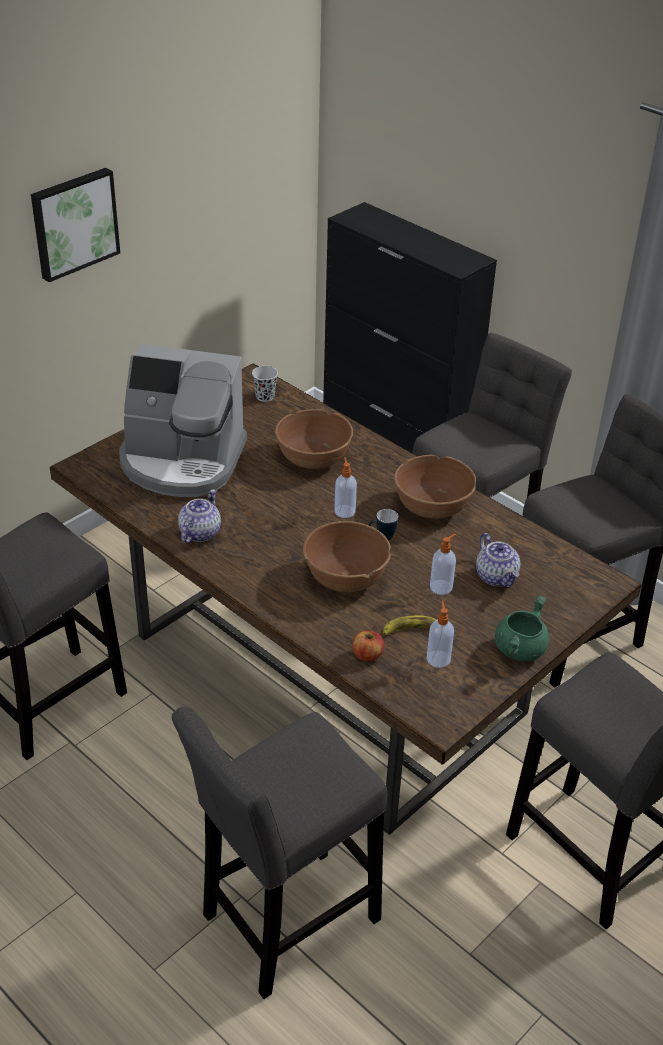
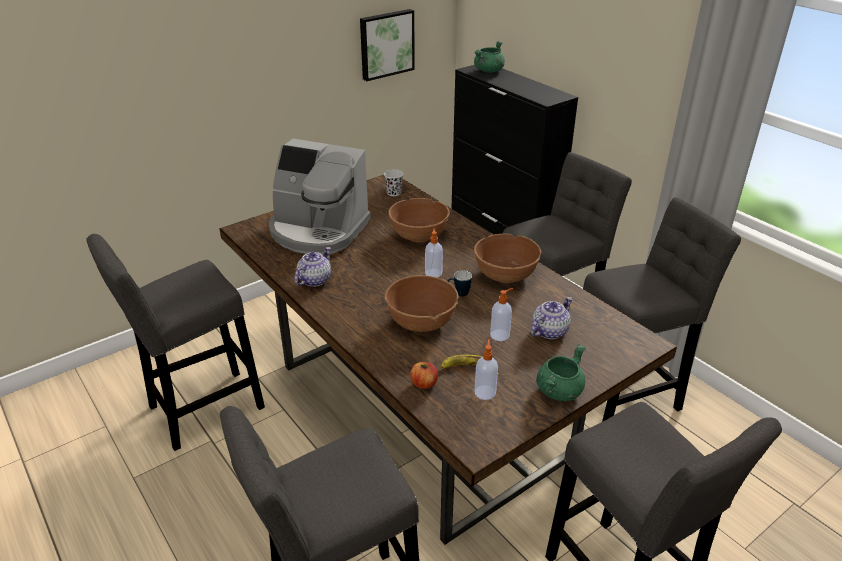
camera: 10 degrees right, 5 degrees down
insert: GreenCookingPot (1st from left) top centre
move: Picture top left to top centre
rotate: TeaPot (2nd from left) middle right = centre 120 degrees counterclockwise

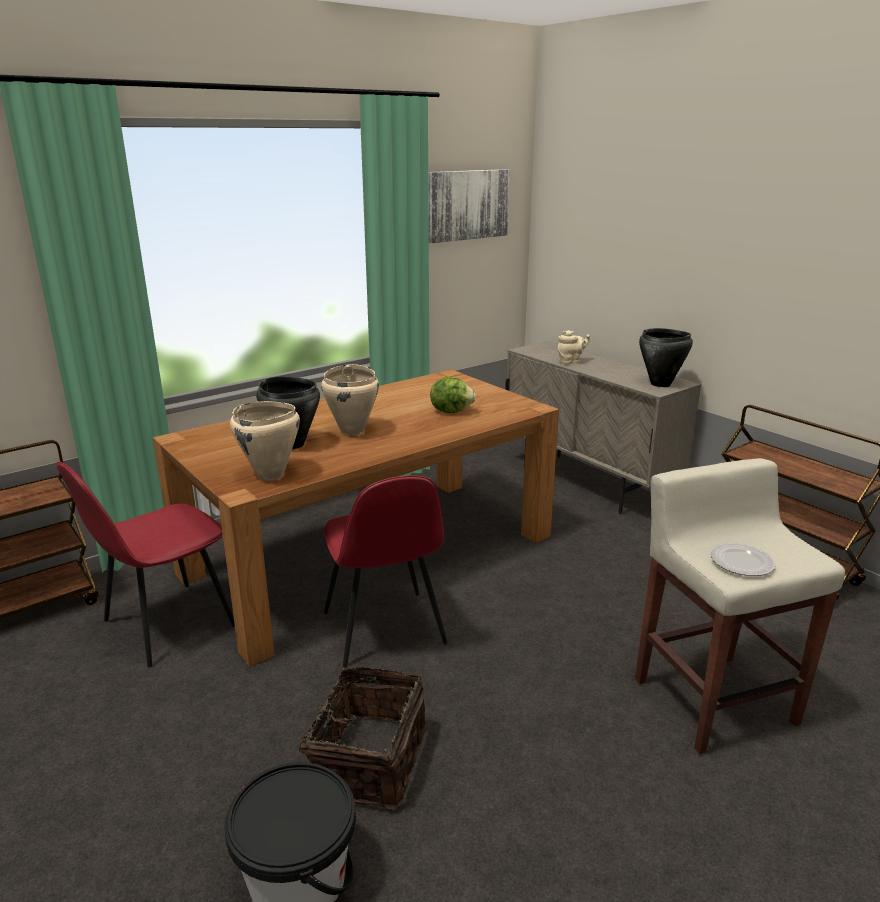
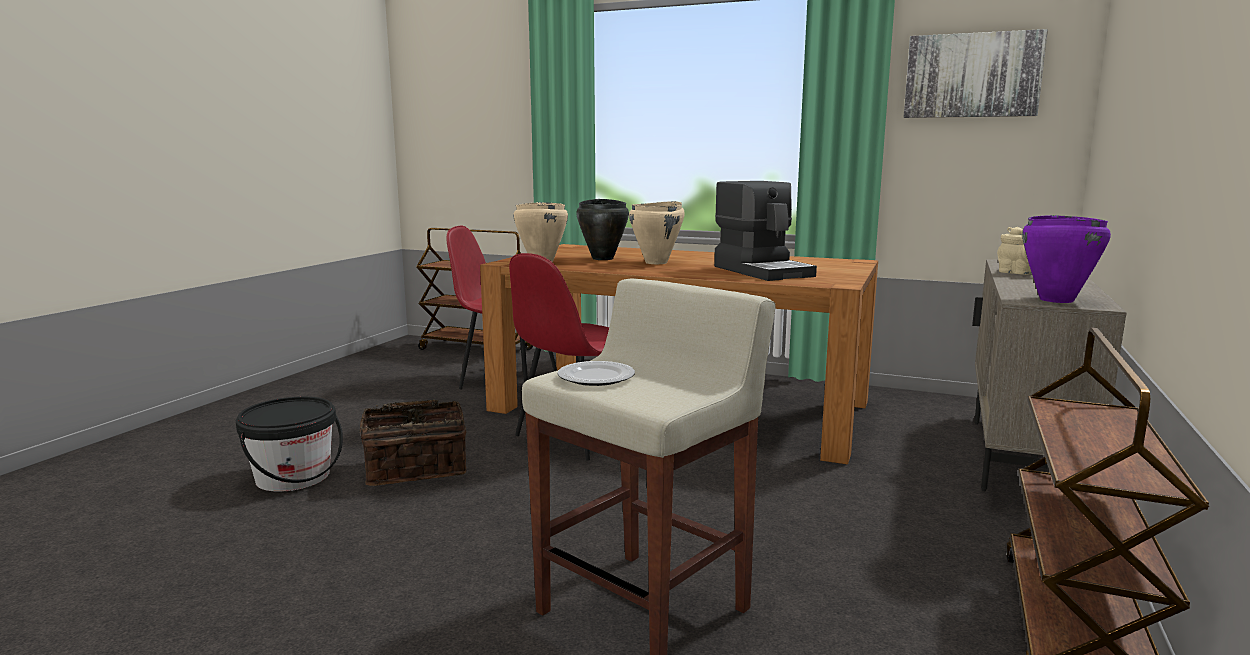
camera: 60 degrees right, 10 degrees down
replace: Lettuce centre to CoffeeMaker centre
recolor: BlackCookingPot (2nd from left) middle right to PurpleCookingPot middle right

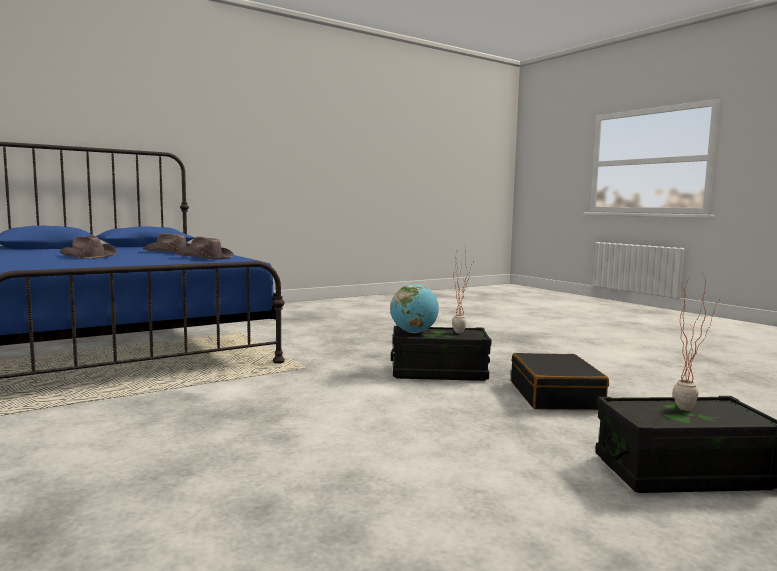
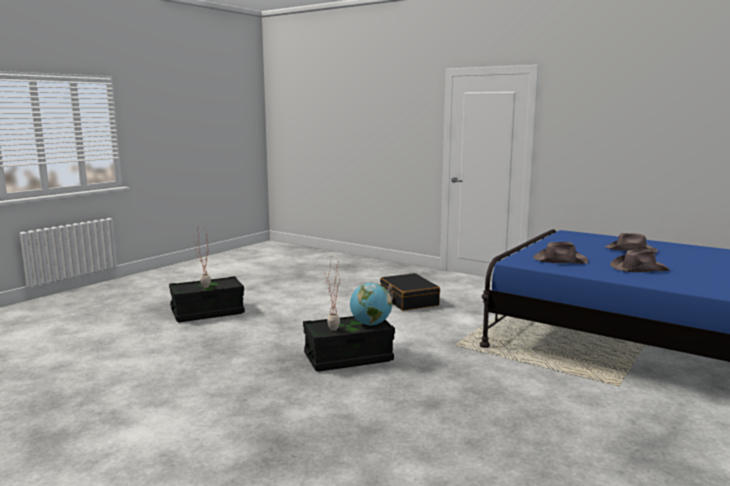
camera: 160 degrees right, 5 degrees up
move: BlackPieceOfLuggage bottom right to centre

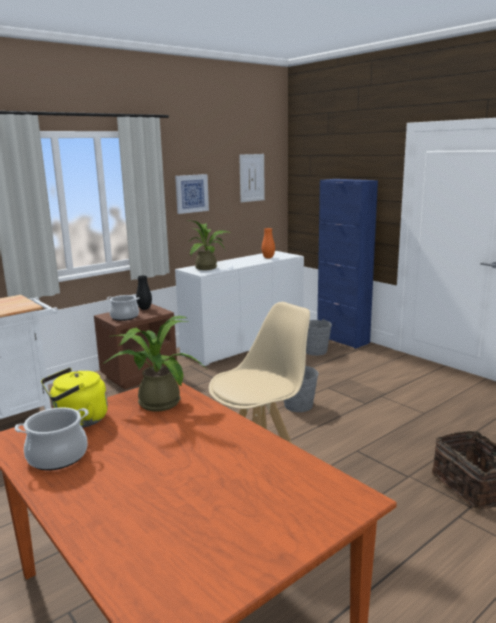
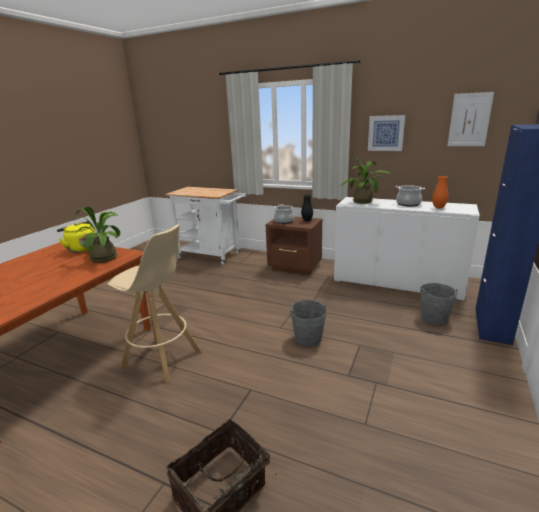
camera: 65 degrees right, 5 degrees up
move: CookingPot (1st from left in the first image) bottom left to CookingPot (2nd from left) middle right

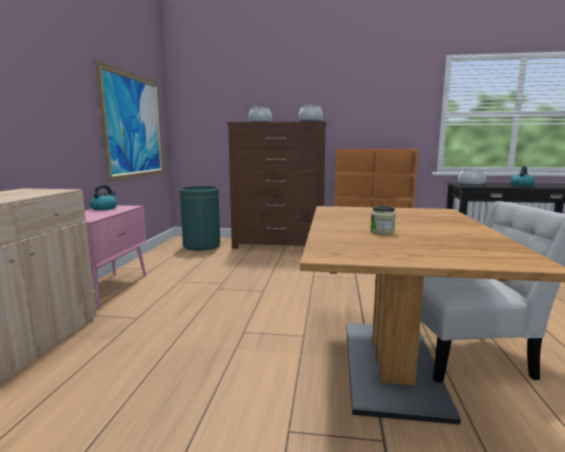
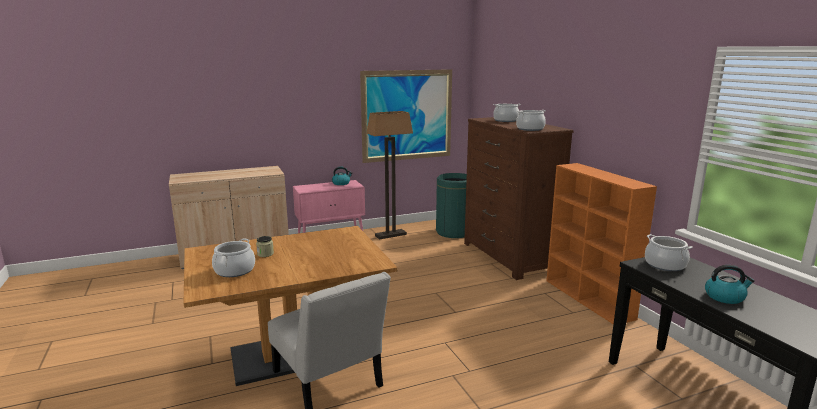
camera: 60 degrees right, 5 degrees up
insert: CookingPot (1st from left) middle left; FloorLamp centre

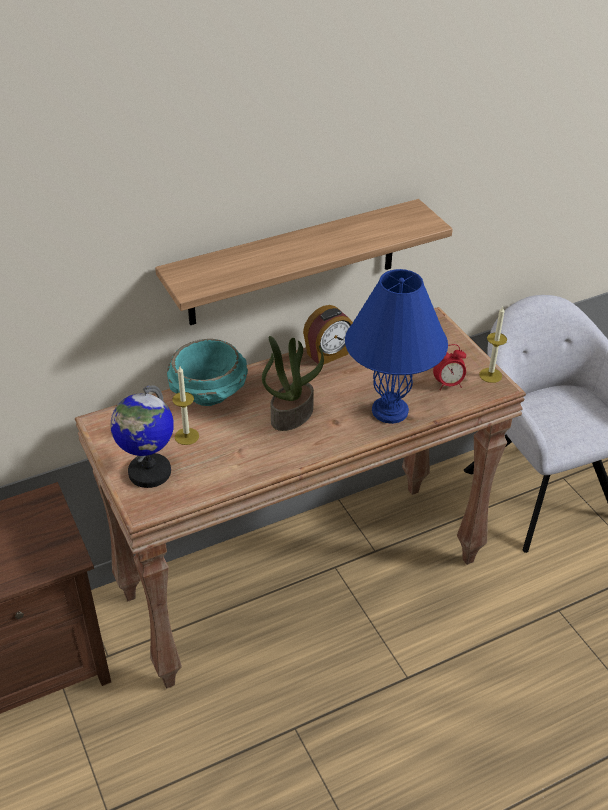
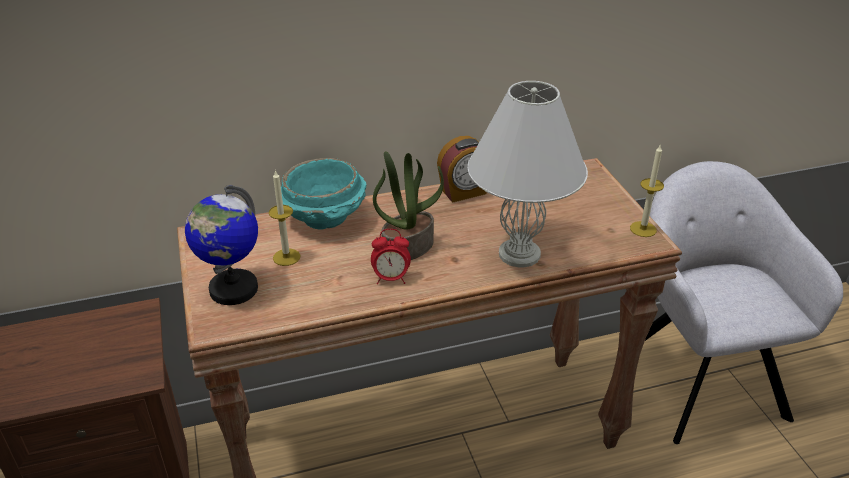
camera: 10 degrees right, 5 degrees down
delete: Shelf top centre
move: AlarmClock (2nd from left in the first image) middle right to AlarmClock (1st from left) centre
recolor: BlueColouredTabletopLamp centre to WhiteTabletopLamp centre

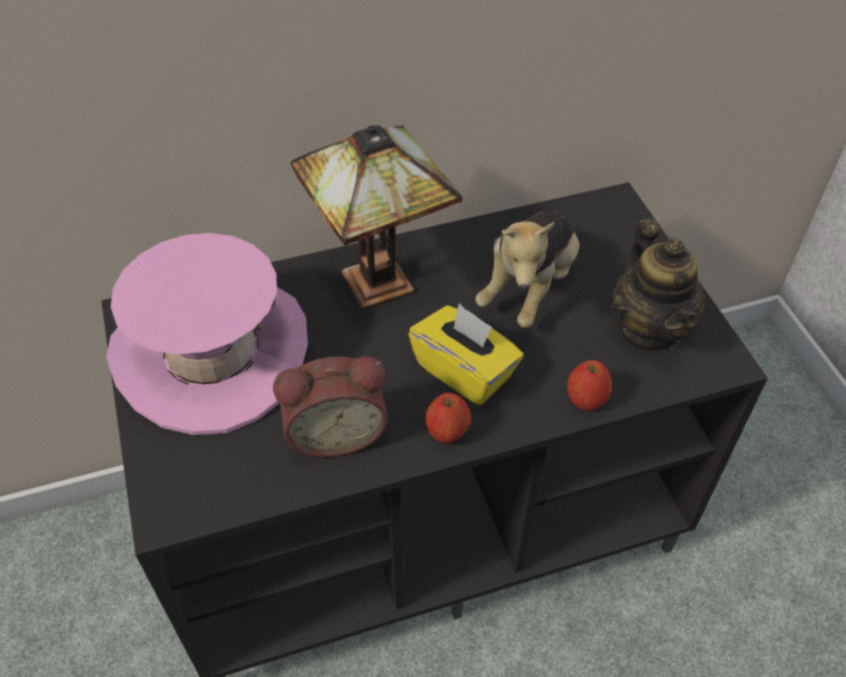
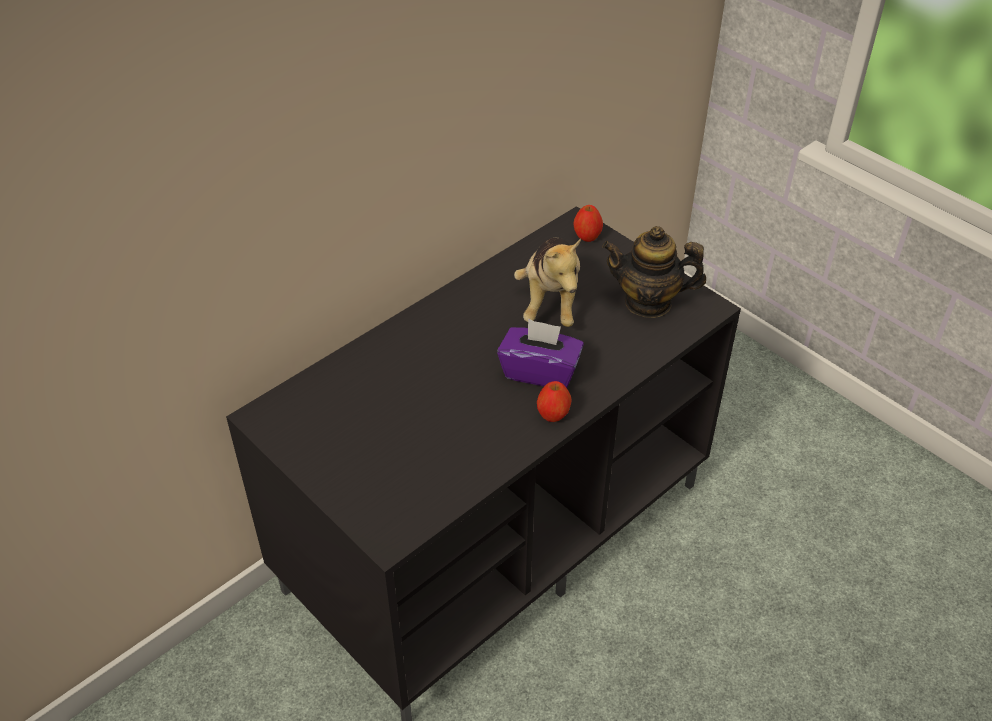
camera: 25 degrees left, 5 degrees down
delete: PinkColouredClothingHat middle left; AlarmClock centre; TabletopLamp top centre
move: AppleFruit (2nd from left) middle right to top centre
recolor: YellowBoxOfTissues centre to PurpleBoxOfTissues centre
rotate: TeaPot middle right = centre 135 degrees clockwise

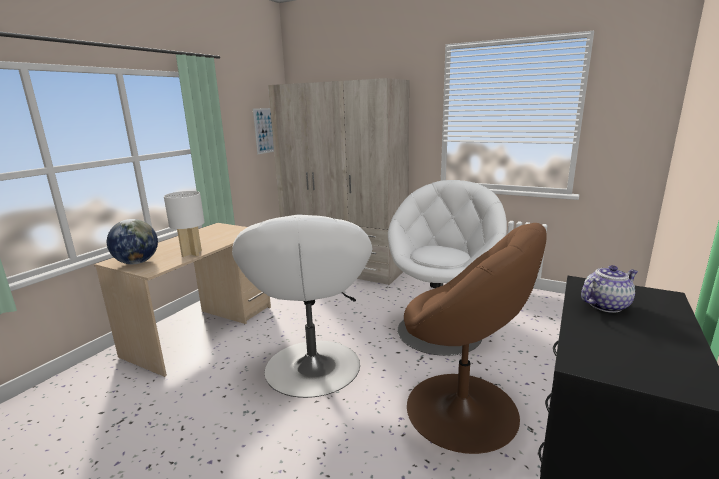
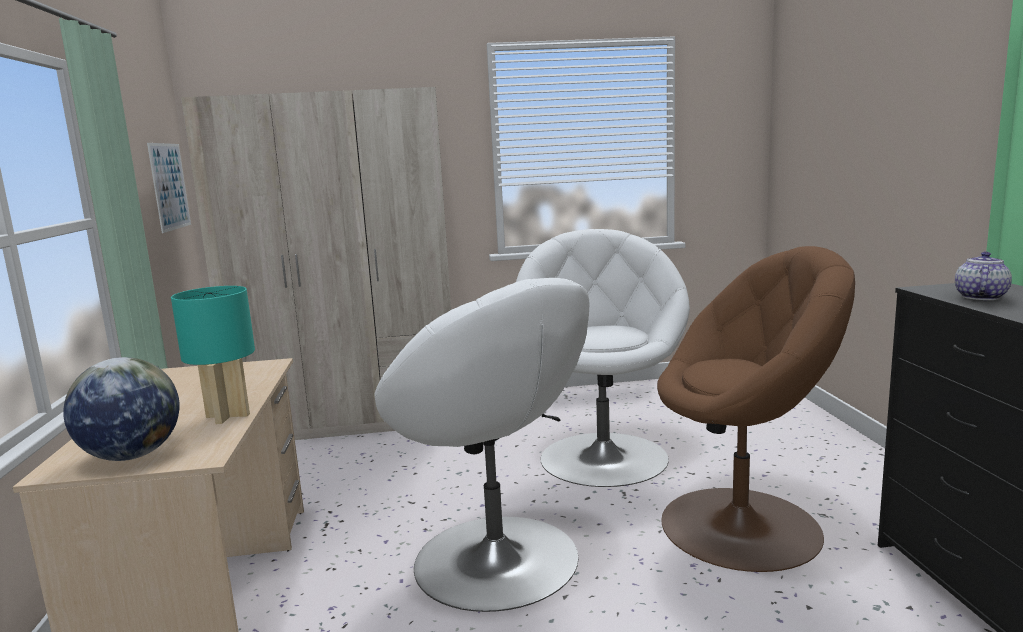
camera: 35 degrees left, 5 degrees down
recolor: WhiteTabletopLamp middle left to BlueGreenTabletopLamp middle left

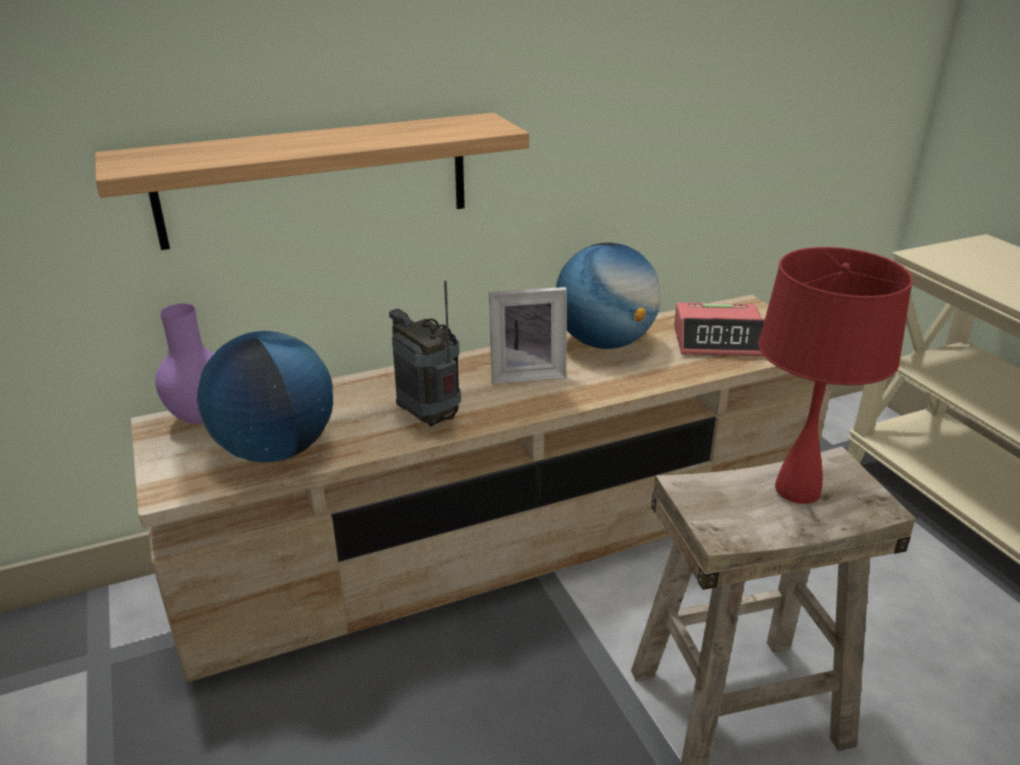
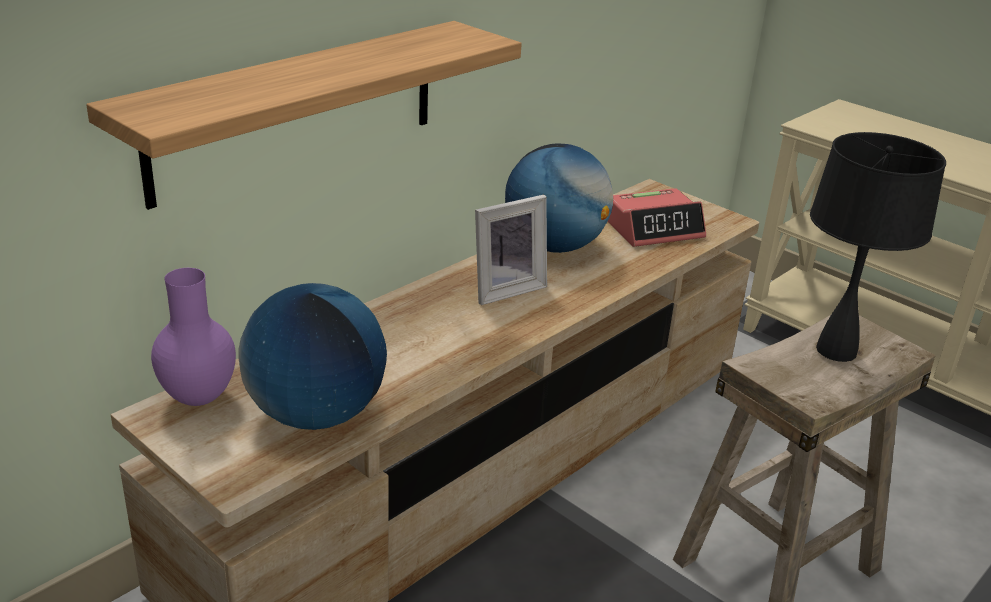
camera: 25 degrees left, 0 degrees up
delete: RadioReceiver centre
recolor: RedTabletopLamp middle right to BlackTabletopLamp middle right

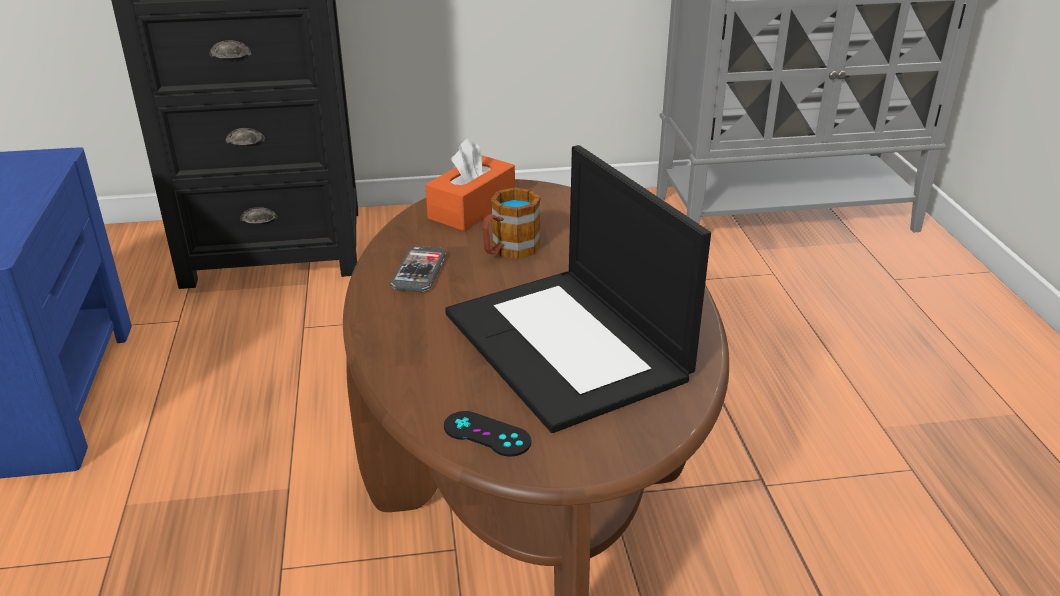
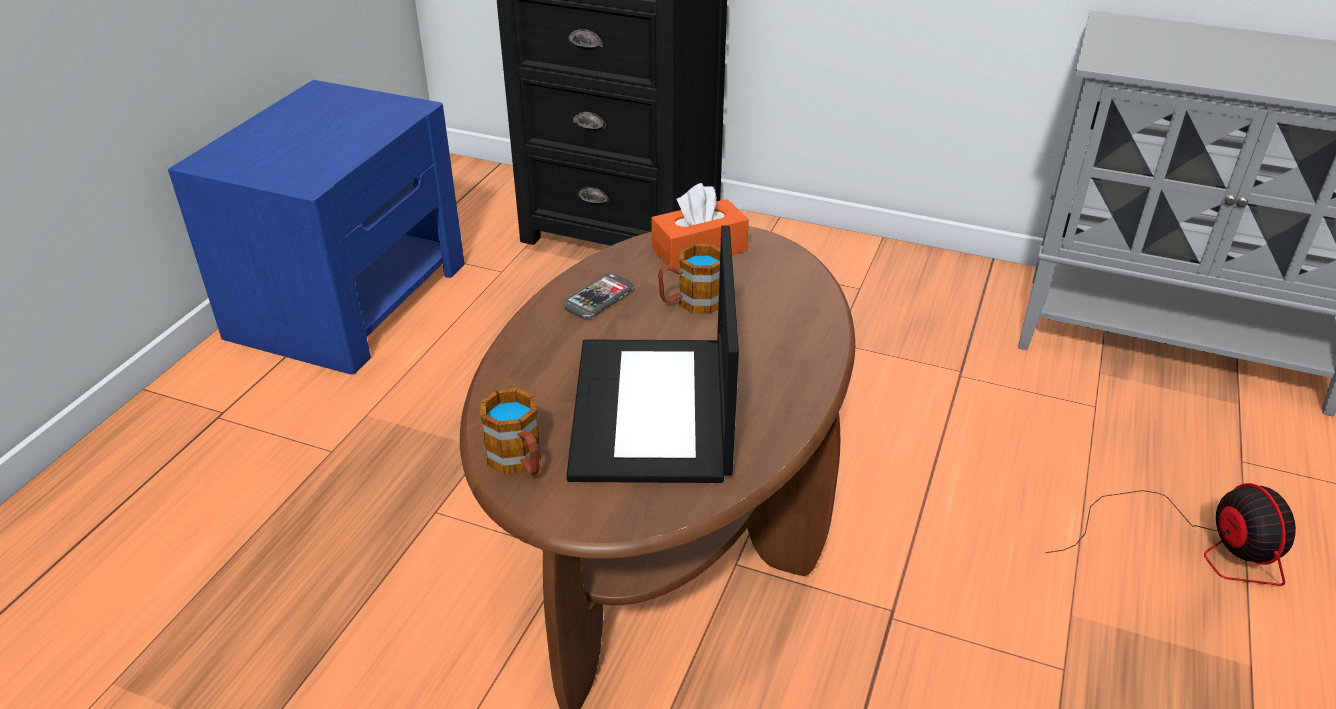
camera: 30 degrees right, 5 degrees up
insert: CoolingFan bottom right
replace: BlackJoypad bottom centre to TeaMug (1st from left) centre

